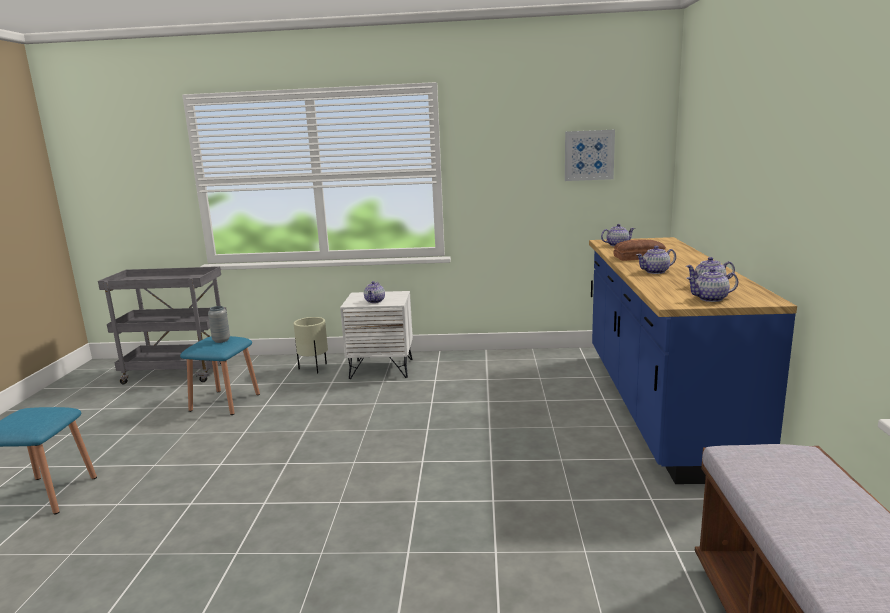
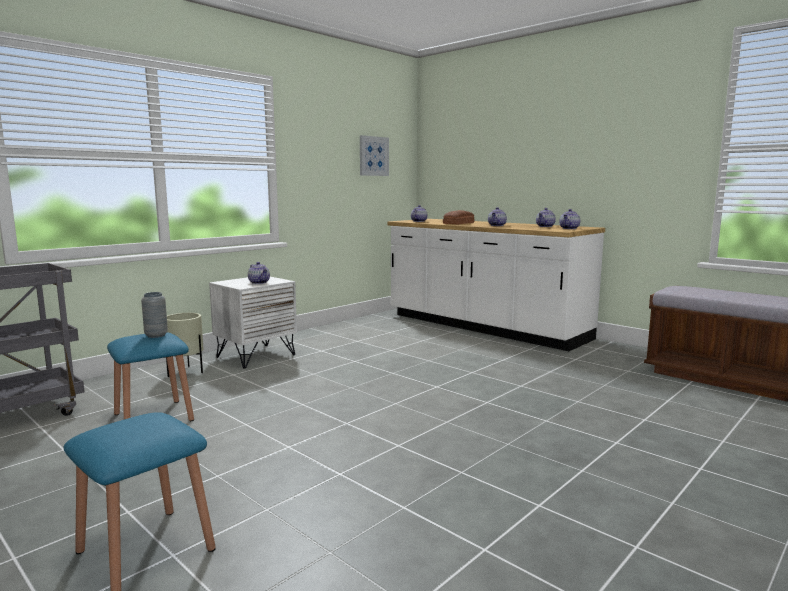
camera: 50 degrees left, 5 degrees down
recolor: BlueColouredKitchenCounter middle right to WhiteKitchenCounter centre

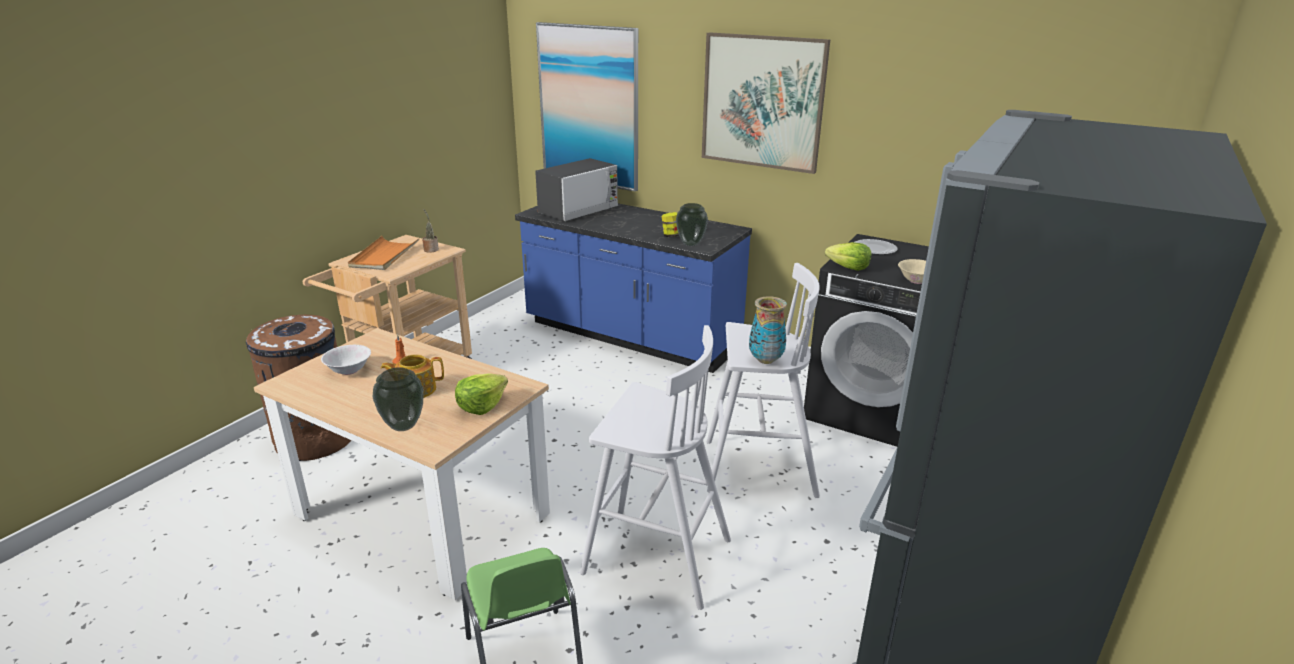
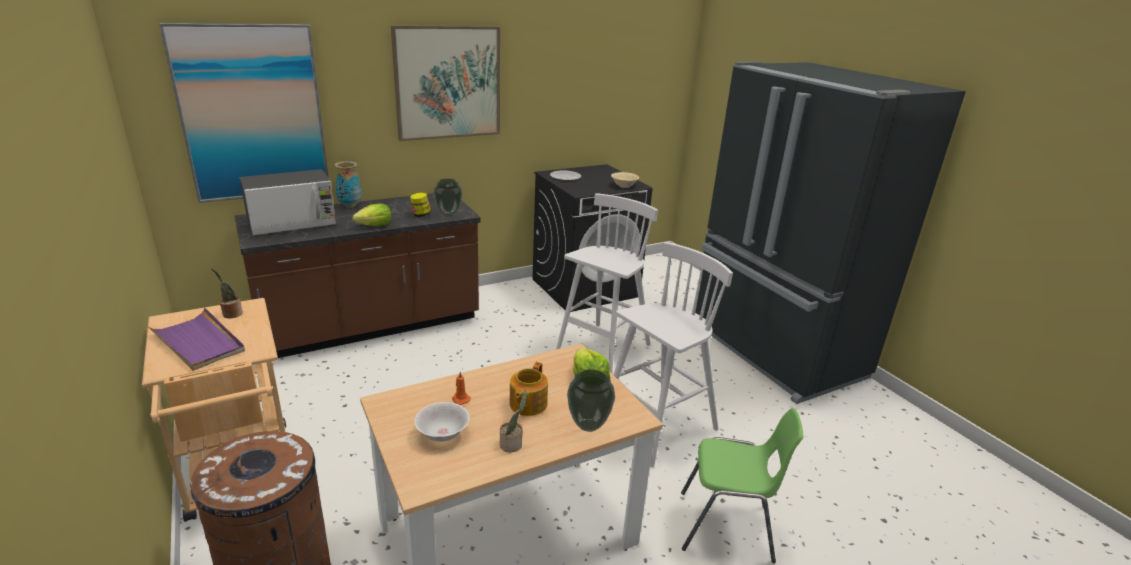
camera: 60 degrees left, 0 degrees up
insert: PottedPlant (2nd from left) bottom centre
move: Vase (3rd from left in the first image) centre to Vase (1st from left) top left; Lettuce (2nd from left in the first image) centre to Lettuce (1st from left) middle left
recolor: OrangeyServingTray middle left to PurpleServingTray middle left; BlueColouredKitchenCounter centre to BrownColouredKitchenCounter middle left
rotate: MicrowaveOven top centre = middle left 75 degrees clockwise

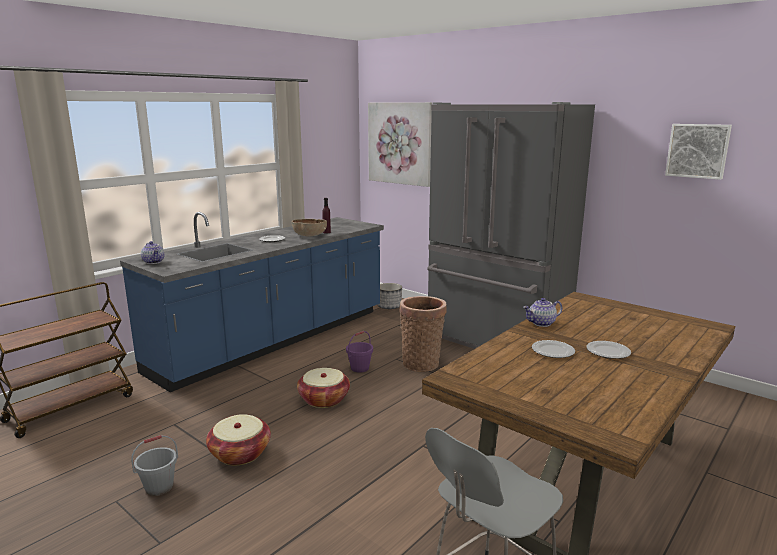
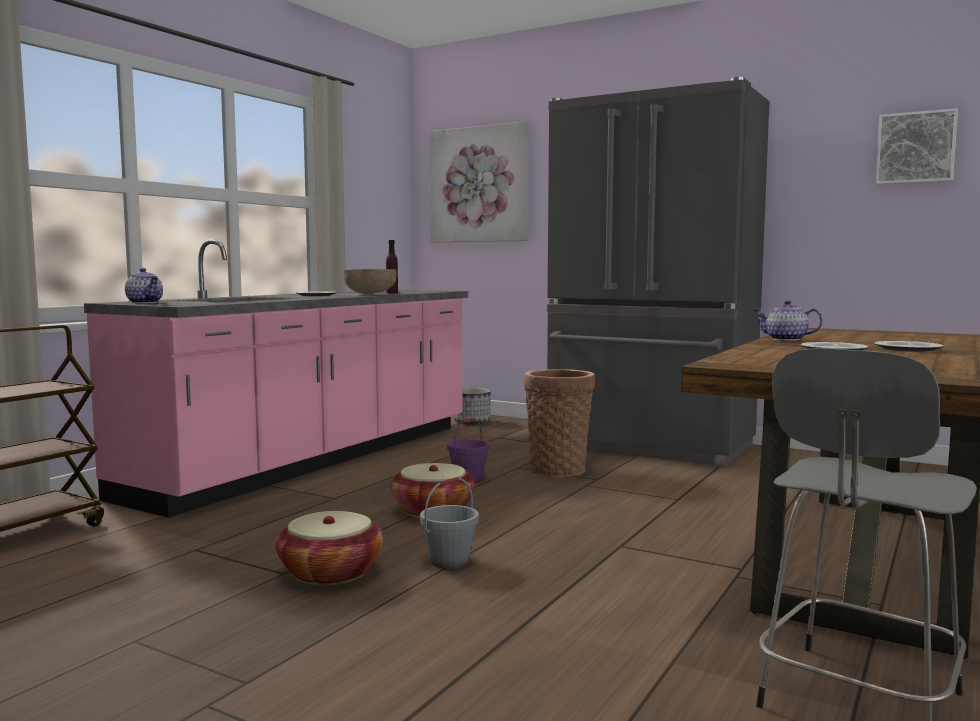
camera: 10 degrees left, 10 degrees down
move: GreyPail bottom left to bottom centre
recolor: BlueColouredKitchenCounter middle left to PinkColouredKitchenCounter middle left
rotate: TeaPot (2nd from left) middle right = middle right 60 degrees clockwise

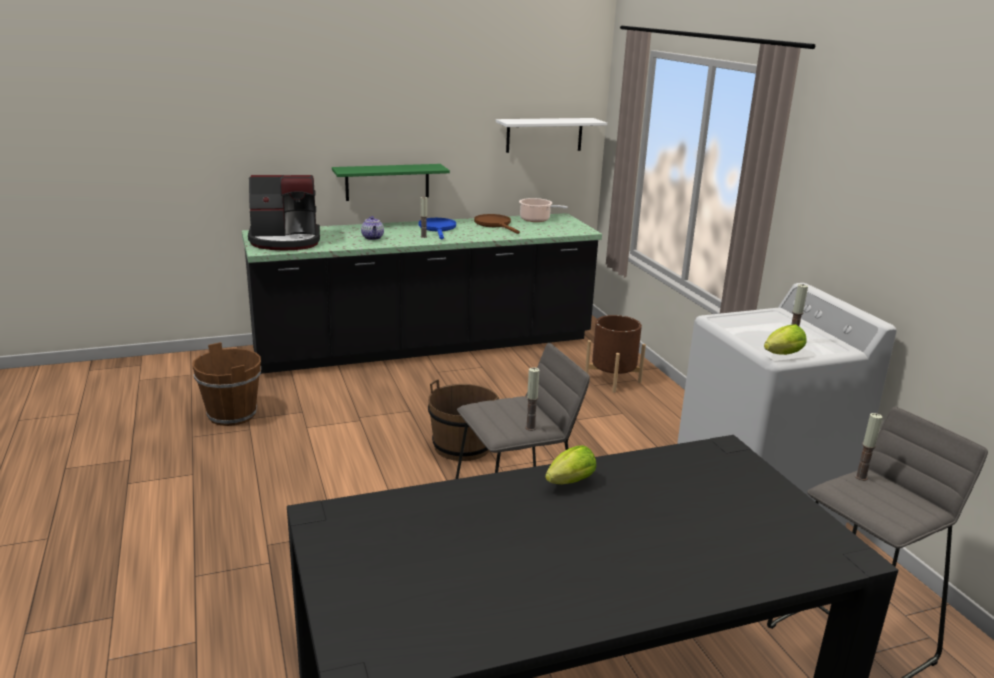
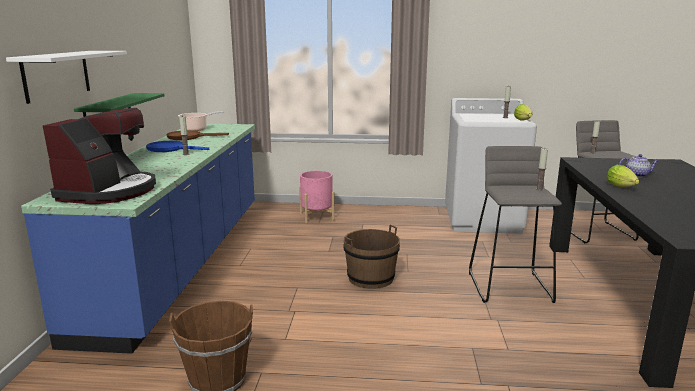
camera: 65 degrees left, 5 degrees down
move: TeaPot centre to middle right; WhiteShelf top centre to top left
recolor: BlackKitchenCounter centre to BlueColouredKitchenCounter middle left; BrownColouredFlowerPot centre to PinkColouredFlowerPot centre

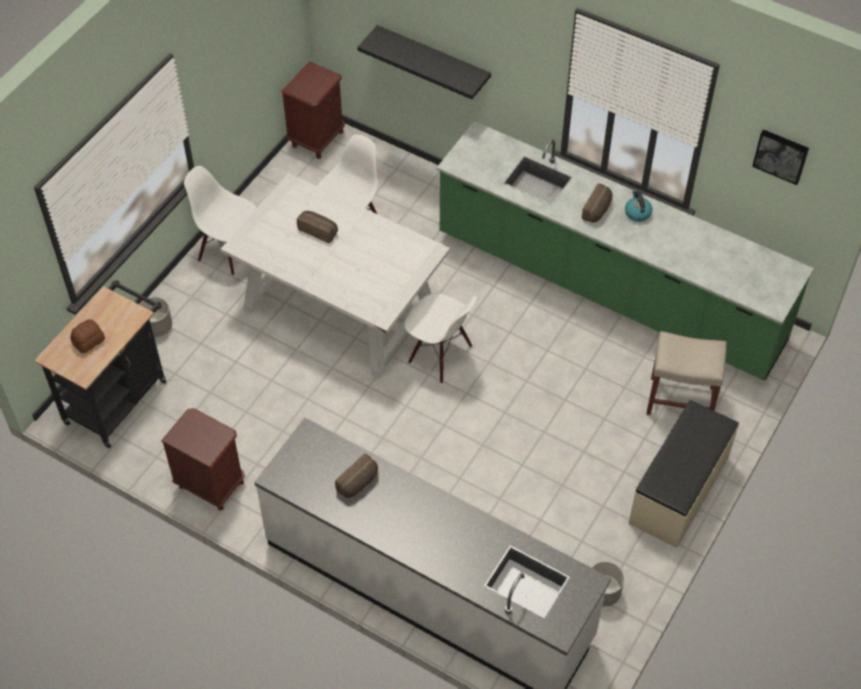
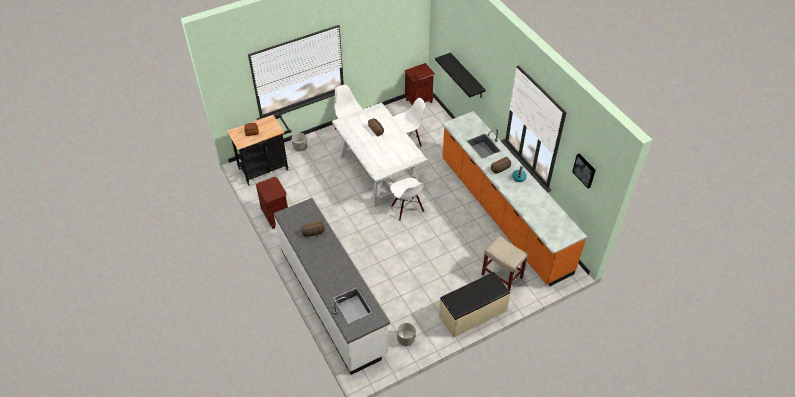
camera: 30 degrees right, 5 degrees down
recolor: GreenKitchenCounter middle right to OrangeyKitchenCounter centre

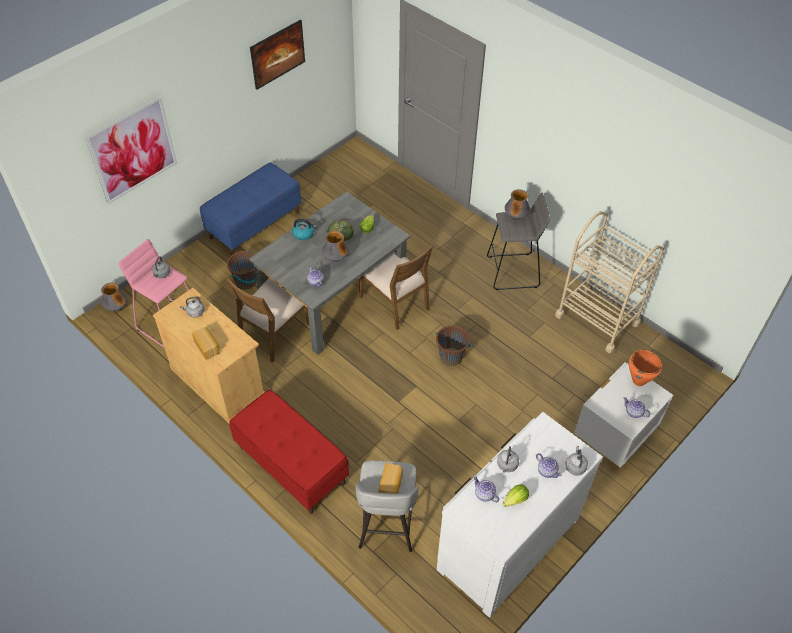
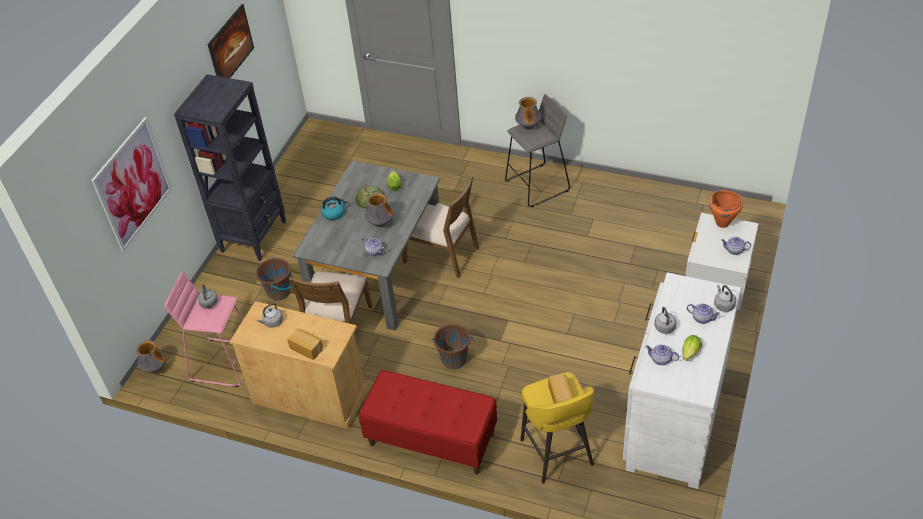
camera: 20 degrees left, 5 degrees down
delete: SandColouredTrolley middle right
move: BrownColouredPail (2nd from left) centre to bottom centre
replace: BlueColouredIndoorBench top left to BlackShelvingUnit top left
recolor: GreyStool (1st from left) bottom centre to YellowStool bottom centre

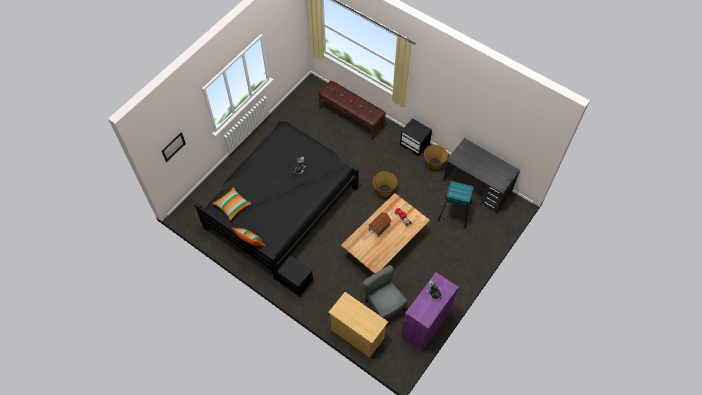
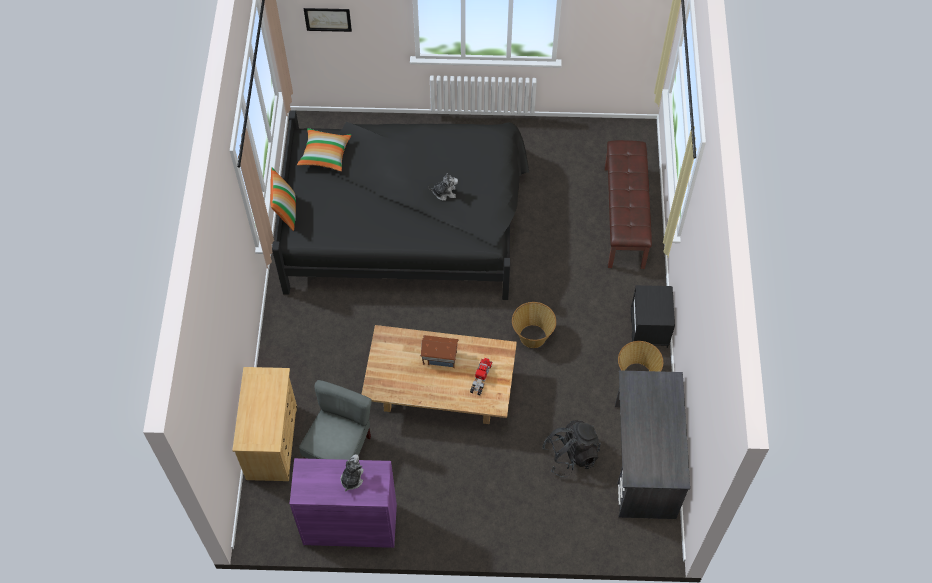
camera: 55 degrees right, 0 degrees up
delete: BlackBedsideTable (1st from left) bottom centre
replace: BlueGreenStool centre to BlackKnapsack bottom centre

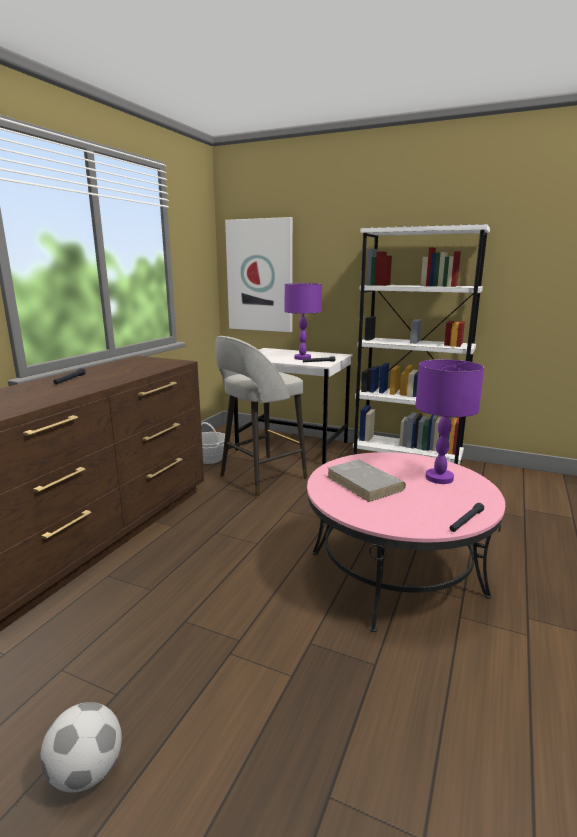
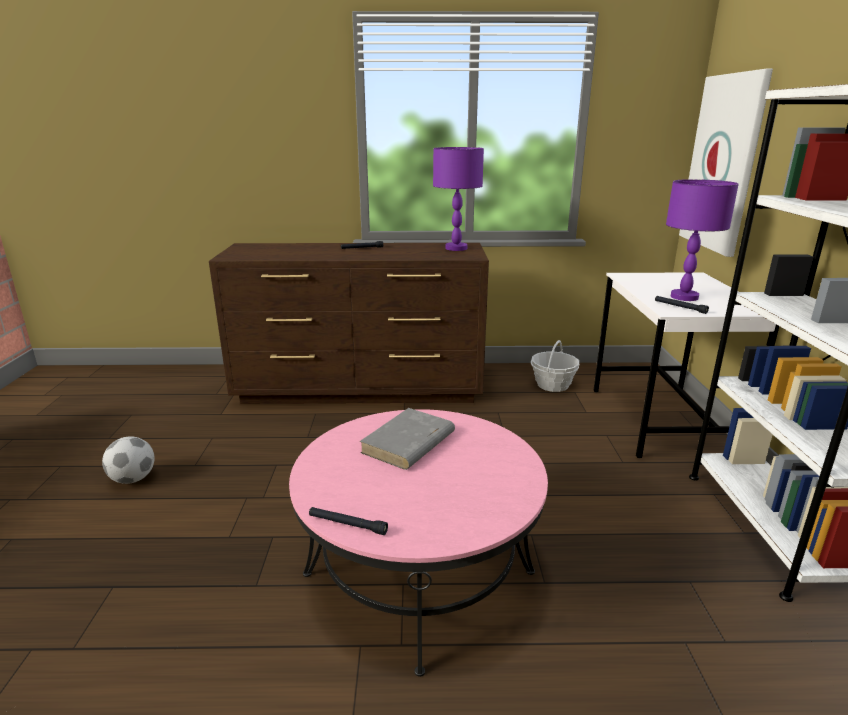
camera: 65 degrees right, 5 degrees up
delete: GreyStool centre
move: PurpleTabletopLamp (2nd from left in the first image) middle right to PurpleTabletopLamp (1st from left) top centre

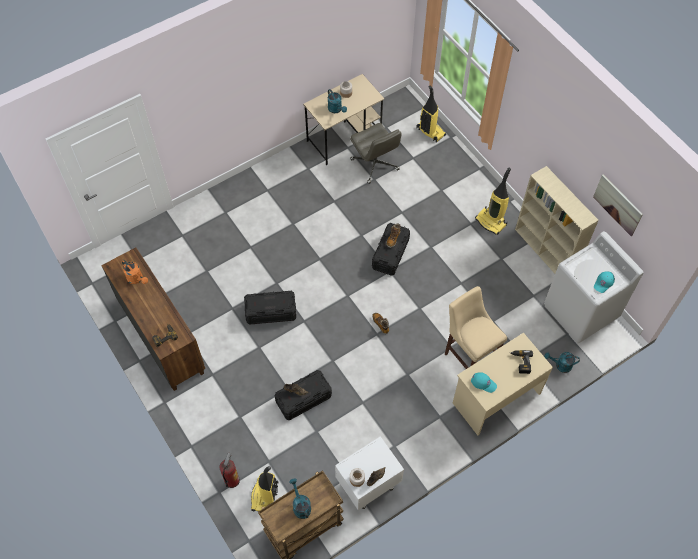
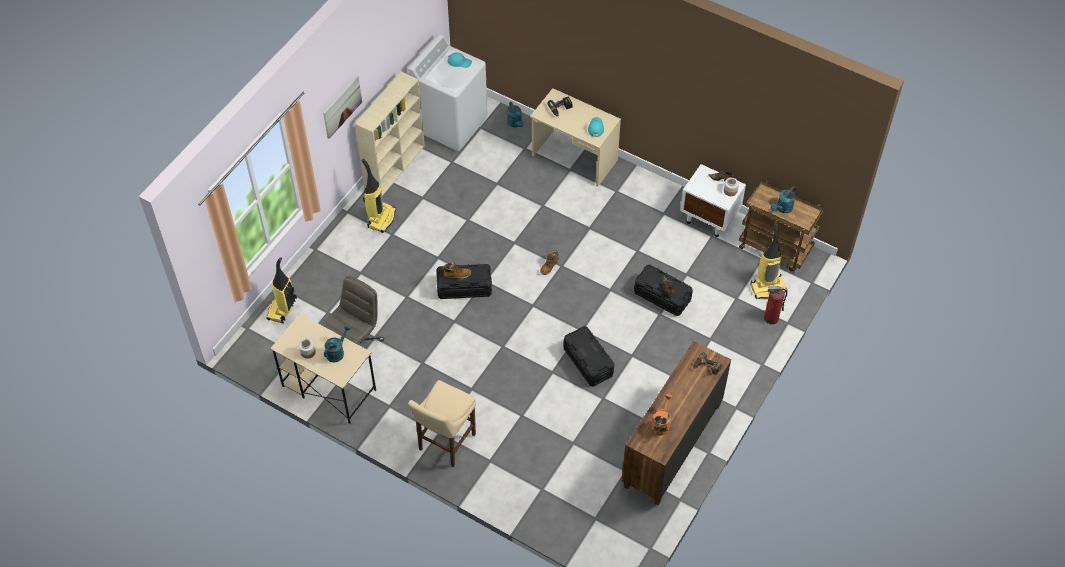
camera: 115 degrees left, 5 degrees down
move: SandColouredStool middle right to bottom centre; Picture middle right to top left

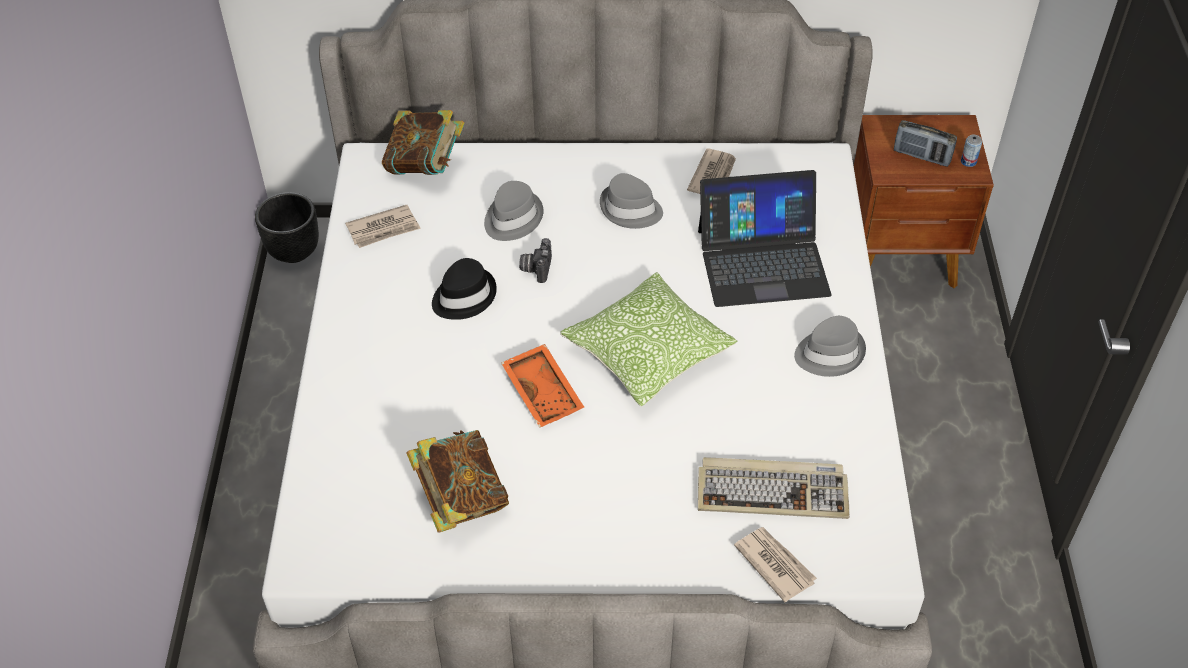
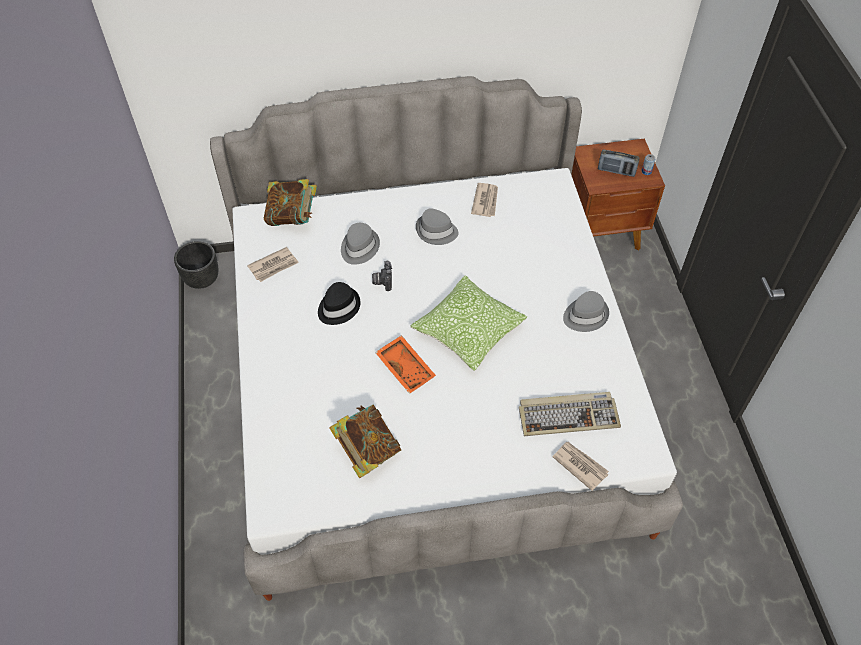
camera: 10 degrees left, 5 degrees up
delete: PortableComputer centre

